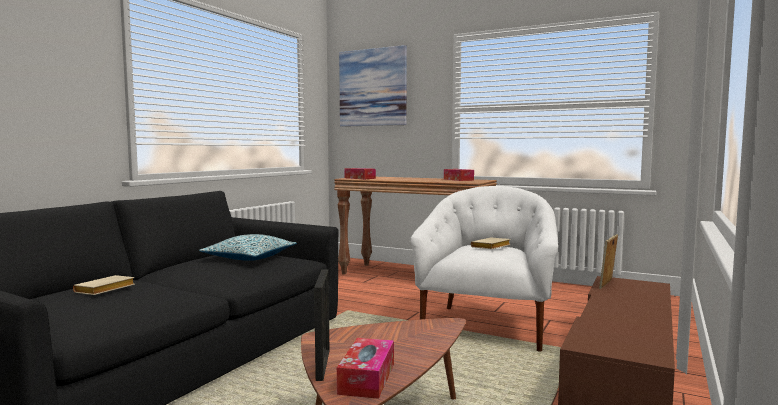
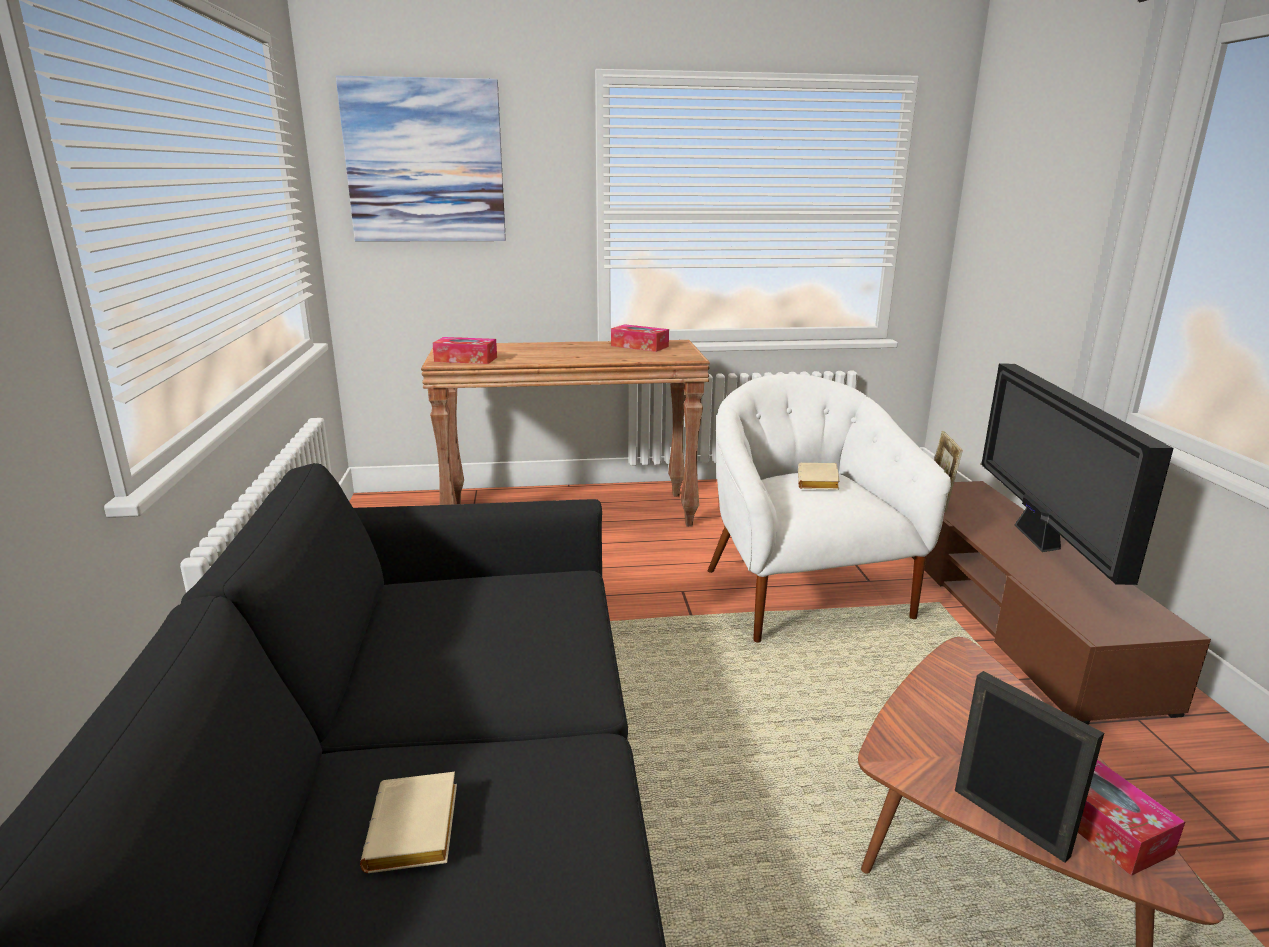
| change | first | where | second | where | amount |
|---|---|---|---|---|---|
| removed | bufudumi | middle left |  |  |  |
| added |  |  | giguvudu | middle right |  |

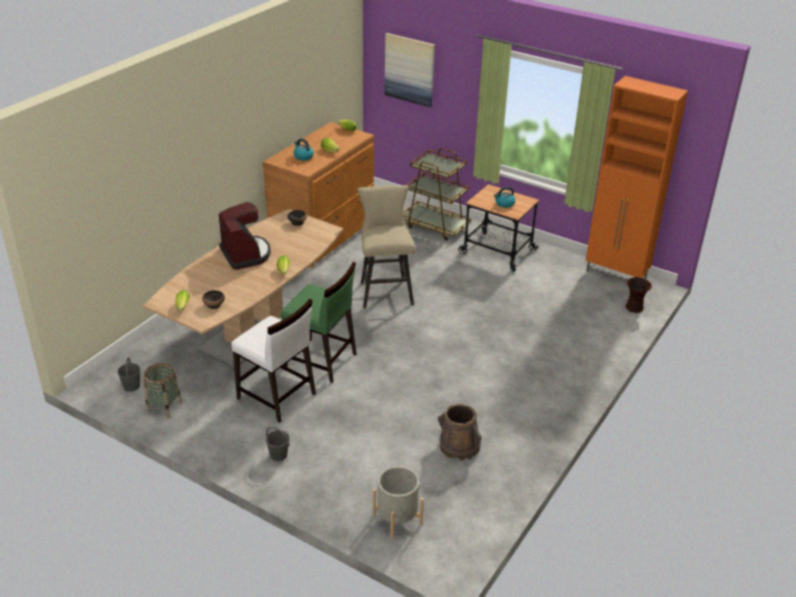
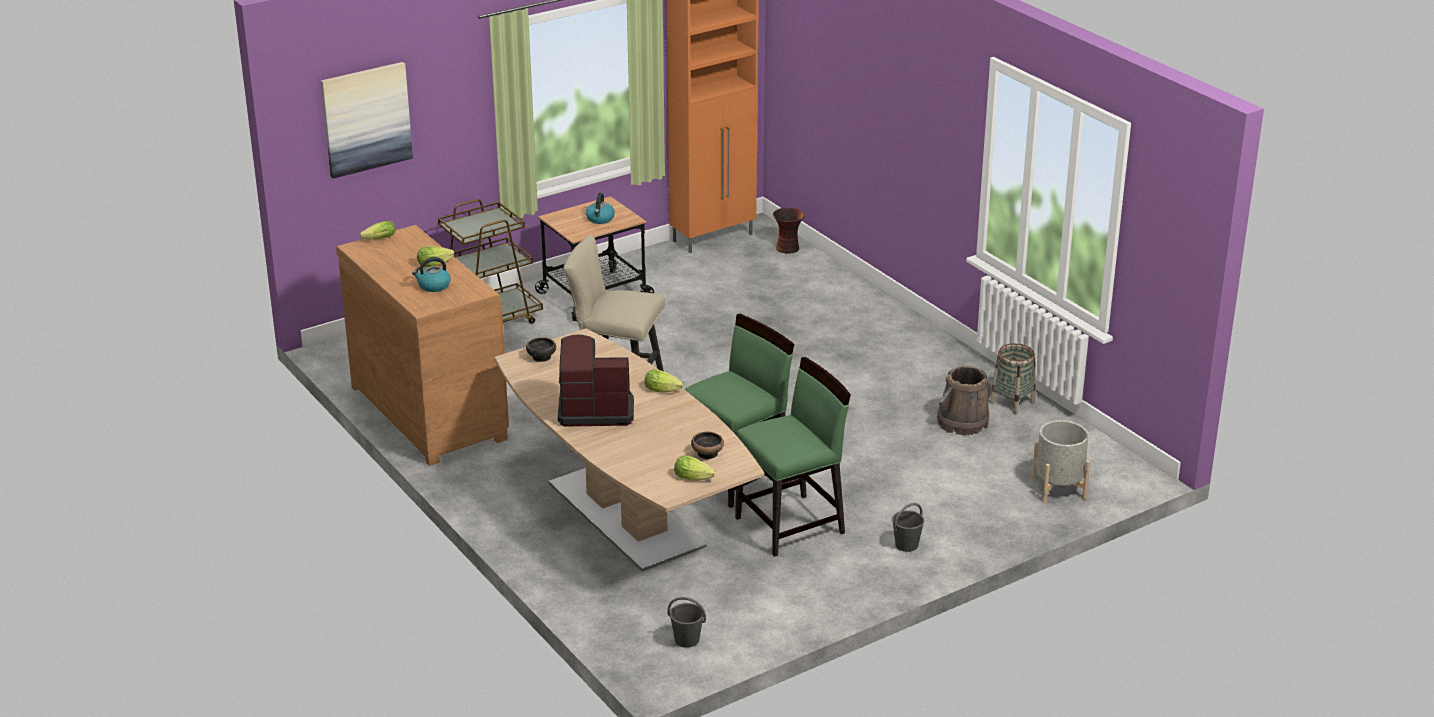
| change | first | where | second | where | amount |
|---|---|---|---|---|---|
| moved | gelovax | middle left |  | middle right |  |
| recoloured | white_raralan | centre | green_raralan (2nd from left) | centre |  |

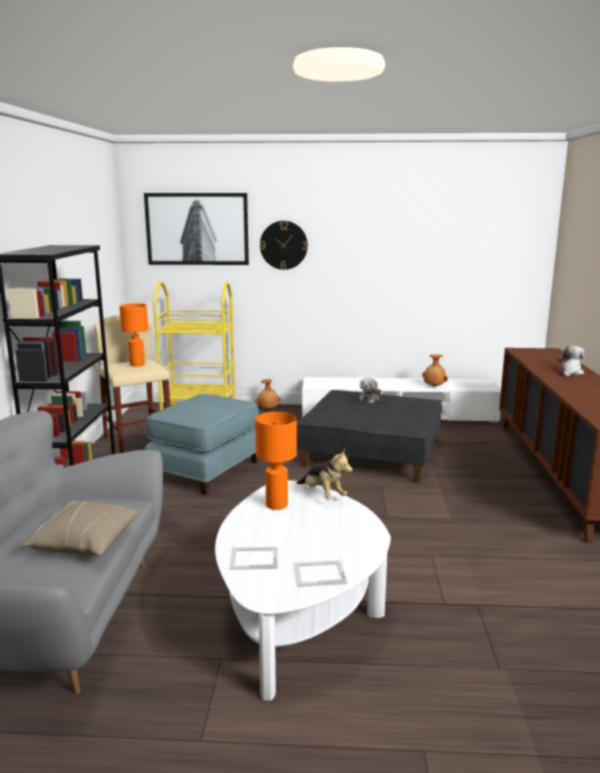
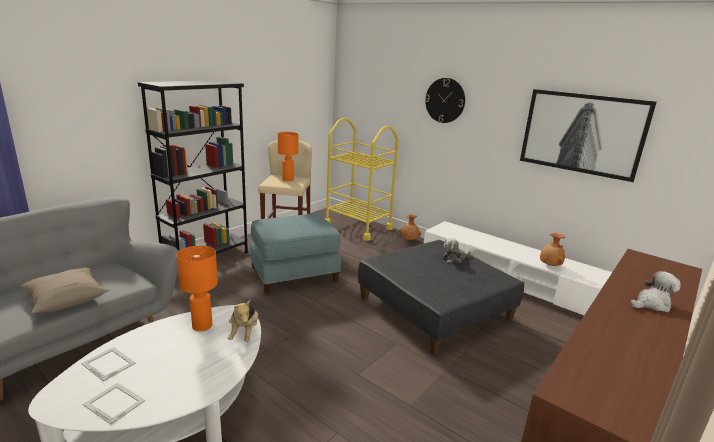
| change | first | where | second | where | amount |
|---|---|---|---|---|---|
| moved | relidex | top left |  | top right |  |

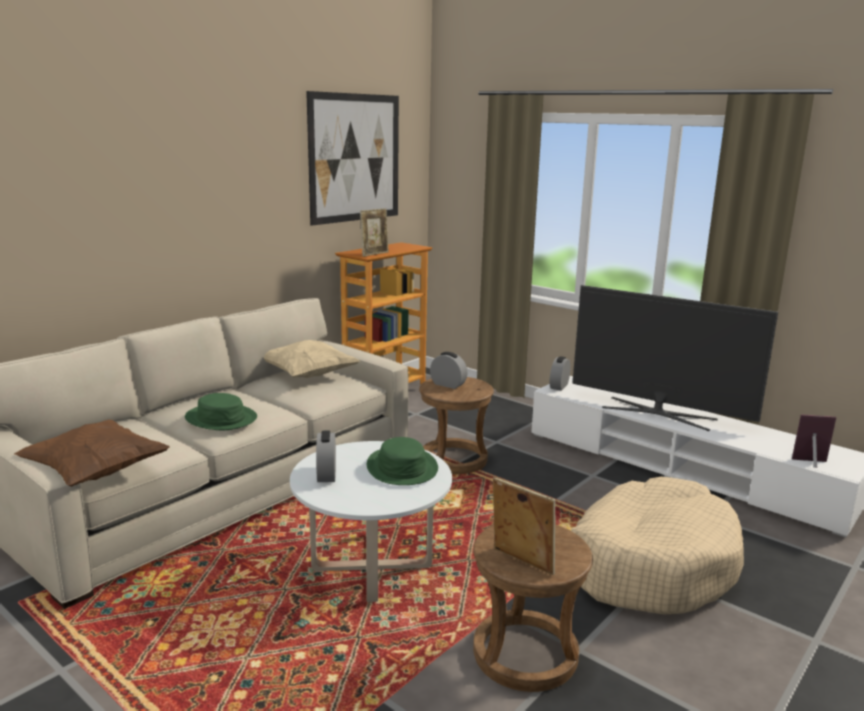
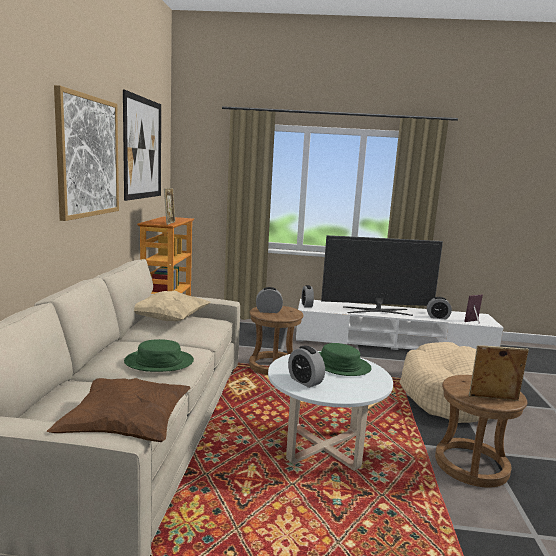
| change | first | where | second | where | amount |
|---|---|---|---|---|---|
| added |  |  | relidex (1st from left) | top left |  |
| added |  |  | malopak (4th from left) | middle right |  |

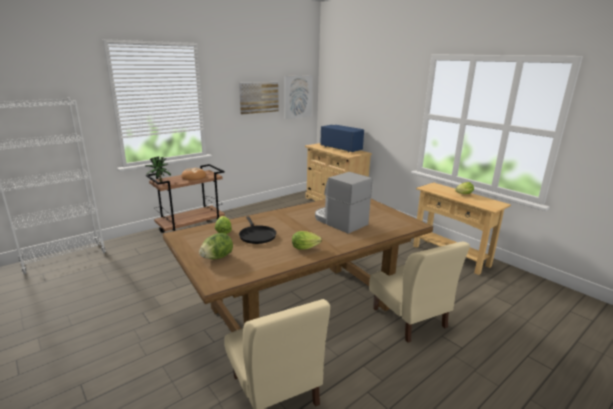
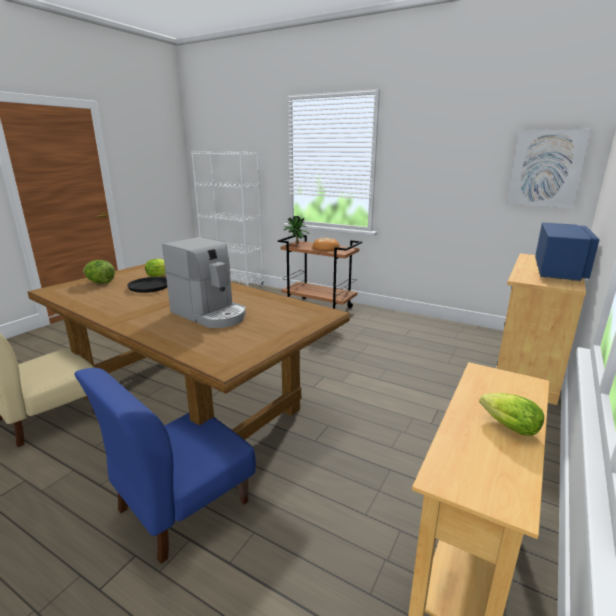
| change | first | where | second | where | amount |
|---|---|---|---|---|---|
| removed | relidex (1st from left) | top centre |  |  |  |
| removed | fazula (3rd from left) | centre |  |  |  |
| recoloured | beige_raralan (2nd from left) | bottom right | blue_raralan | bottom left |  |
| turned | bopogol | centre |  | middle left | 105 degrees clockwise |

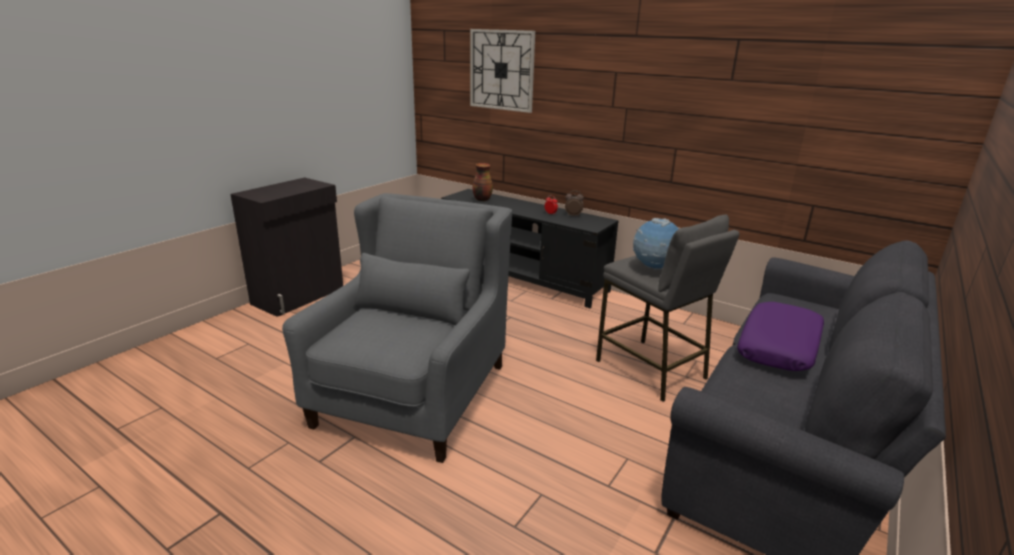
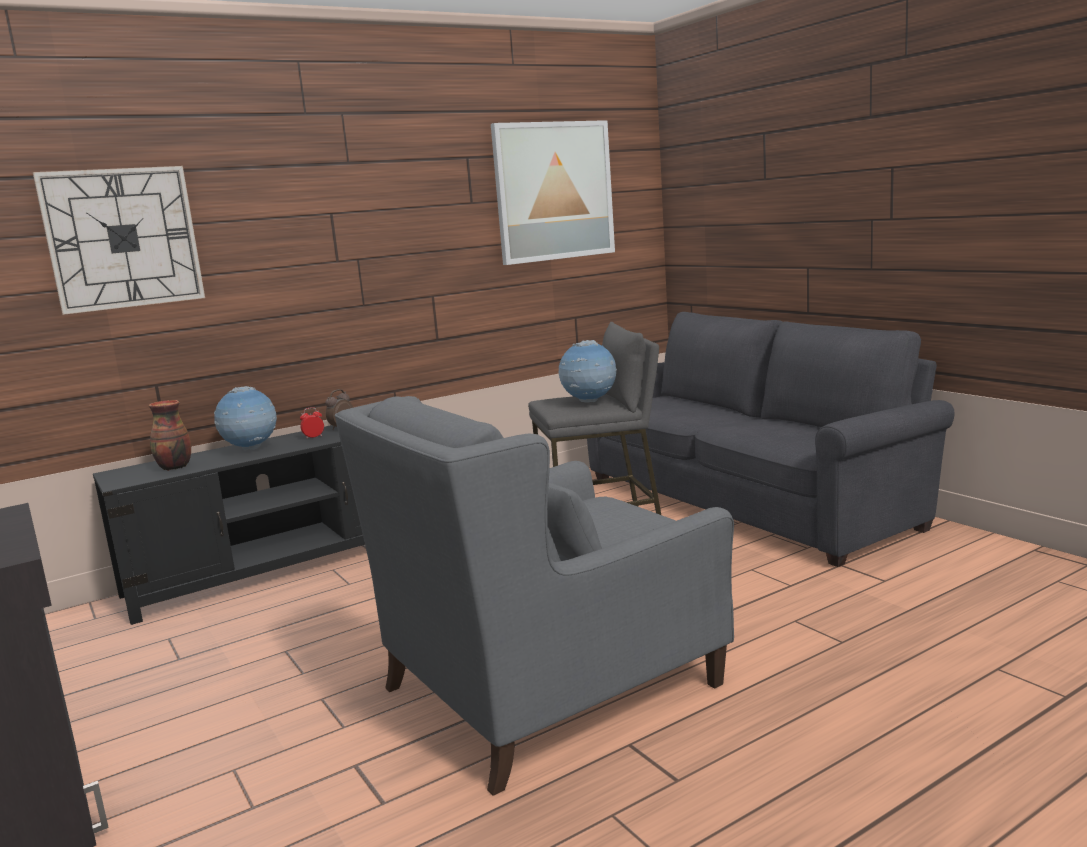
| change | first | where | second | where | amount |
|---|---|---|---|---|---|
| removed | purple_bufudumi | middle right |  |  |  |
| added |  |  | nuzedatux (1st from left) | middle left |  |
| added |  |  | relidex | top centre |  |
| turned | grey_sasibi | centre |  | bottom centre | 75 degrees counterclockwise |

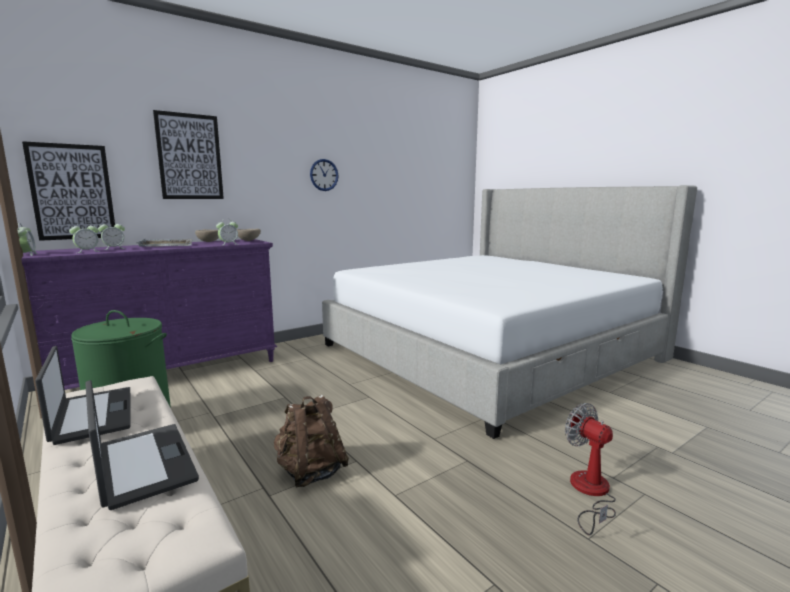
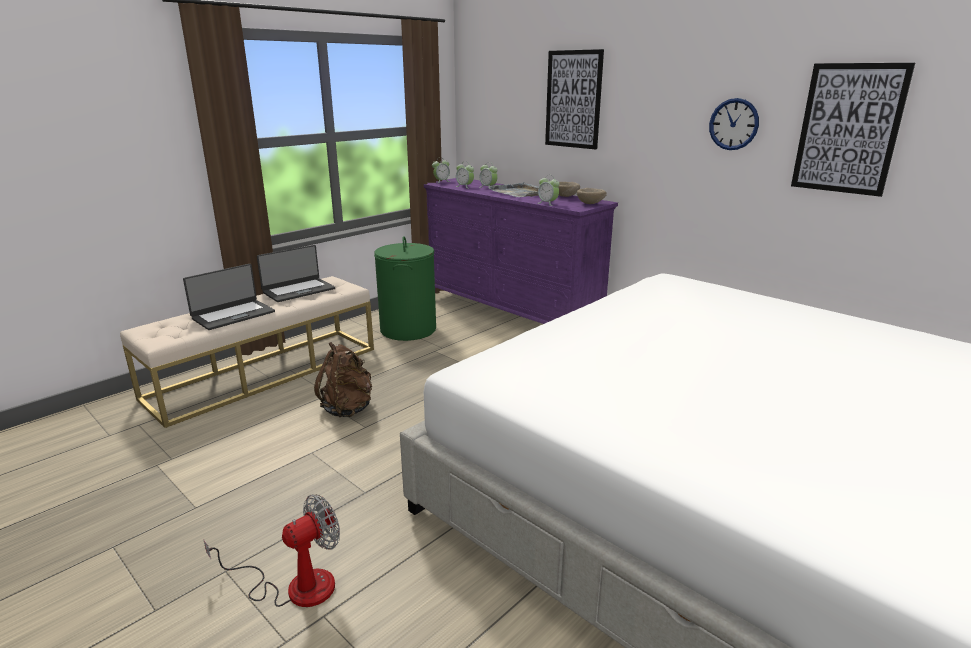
| change | first | where | second | where | amount |
|---|---|---|---|---|---|
| moved | relidex (1st from left in the first image) | top left | relidex (2nd from left) | top right |  |

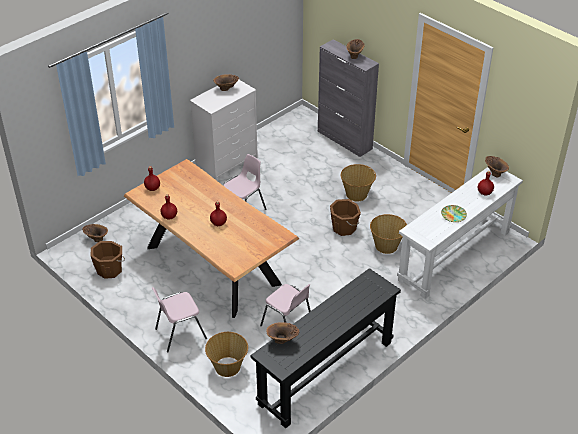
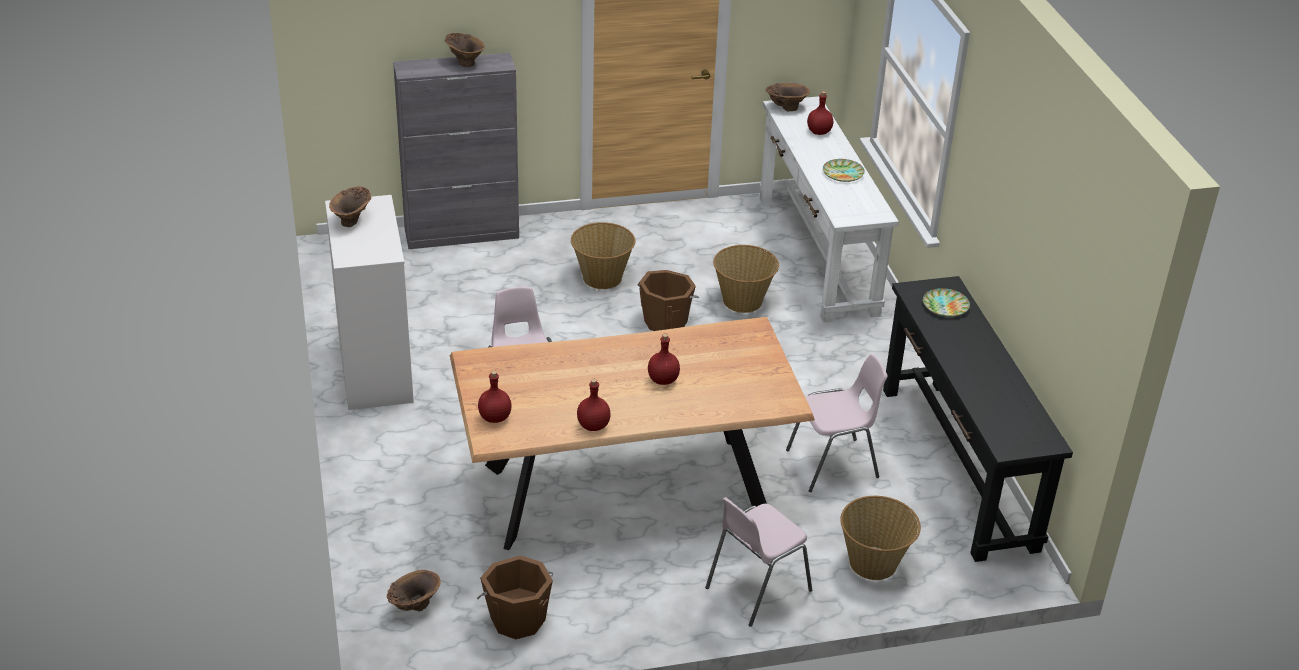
| change | first | where | second | where | amount |
|---|---|---|---|---|---|
| removed | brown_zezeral (3rd from left) | bottom centre |  |  |  |
| added |  |  | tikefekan (2nd from left) | middle right |  |
| turned | pink_raralan (1st from left in the first image) | bottom left | pink_raralan (2nd from left) | bottom centre | 45 degrees clockwise |

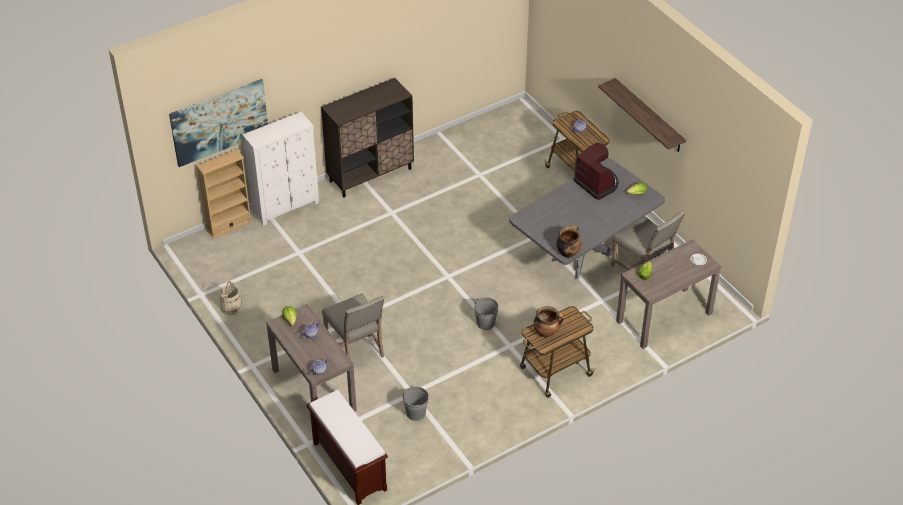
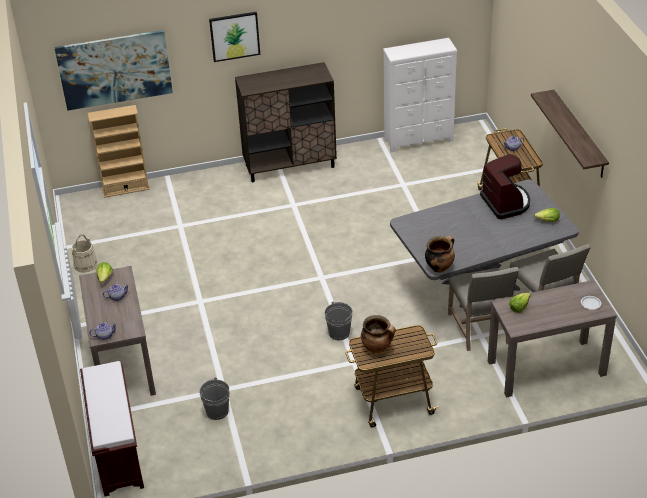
| change | first | where | second | where | amount |
|---|---|---|---|---|---|
| added |  |  | relidex (2nd from left) | top centre |  |
| moved | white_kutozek | middle left |  | top centre |  |
| moved | beige_raralan (1st from left) | centre |  | middle right |  |

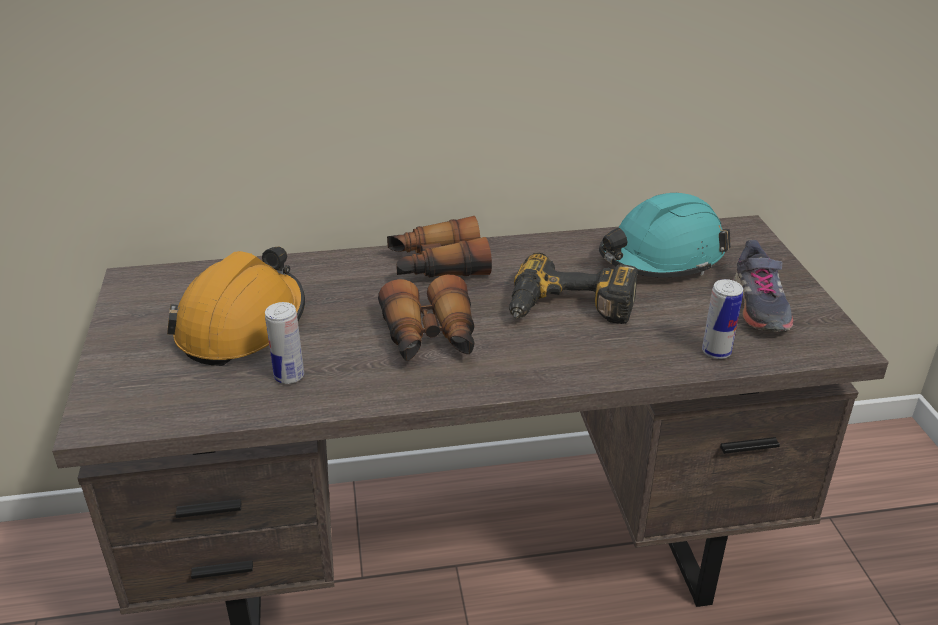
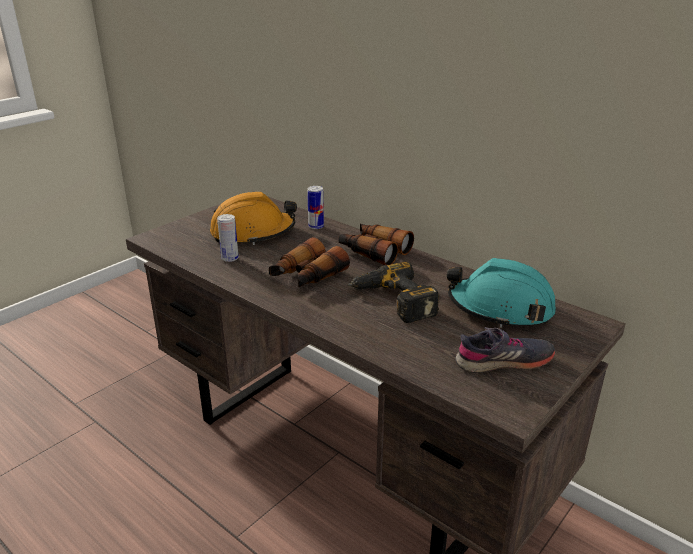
| change | first | where | second | where | amount |
|---|---|---|---|---|---|
| moved | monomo (2nd from left) | middle right |  | centre |  |
| turned | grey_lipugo | middle right |  | middle right | 150 degrees counterclockwise |

